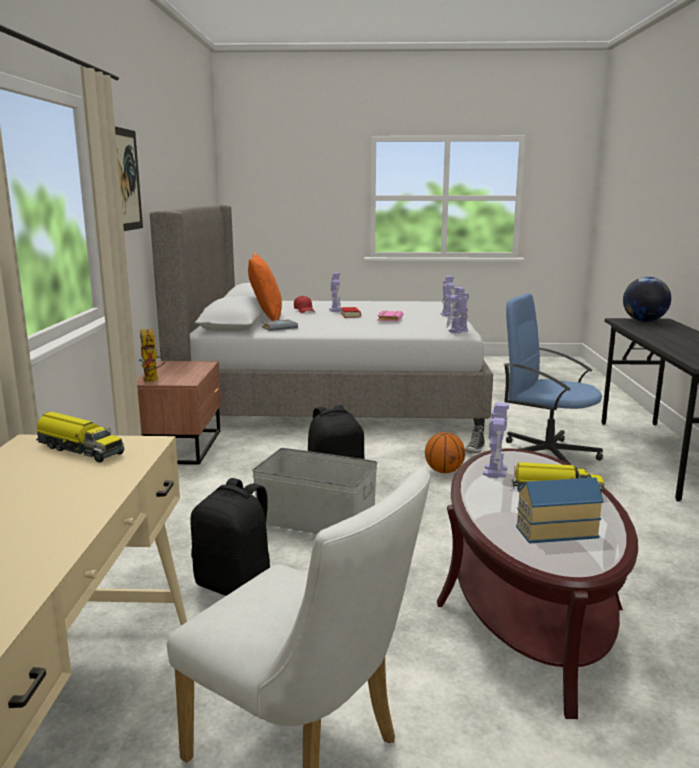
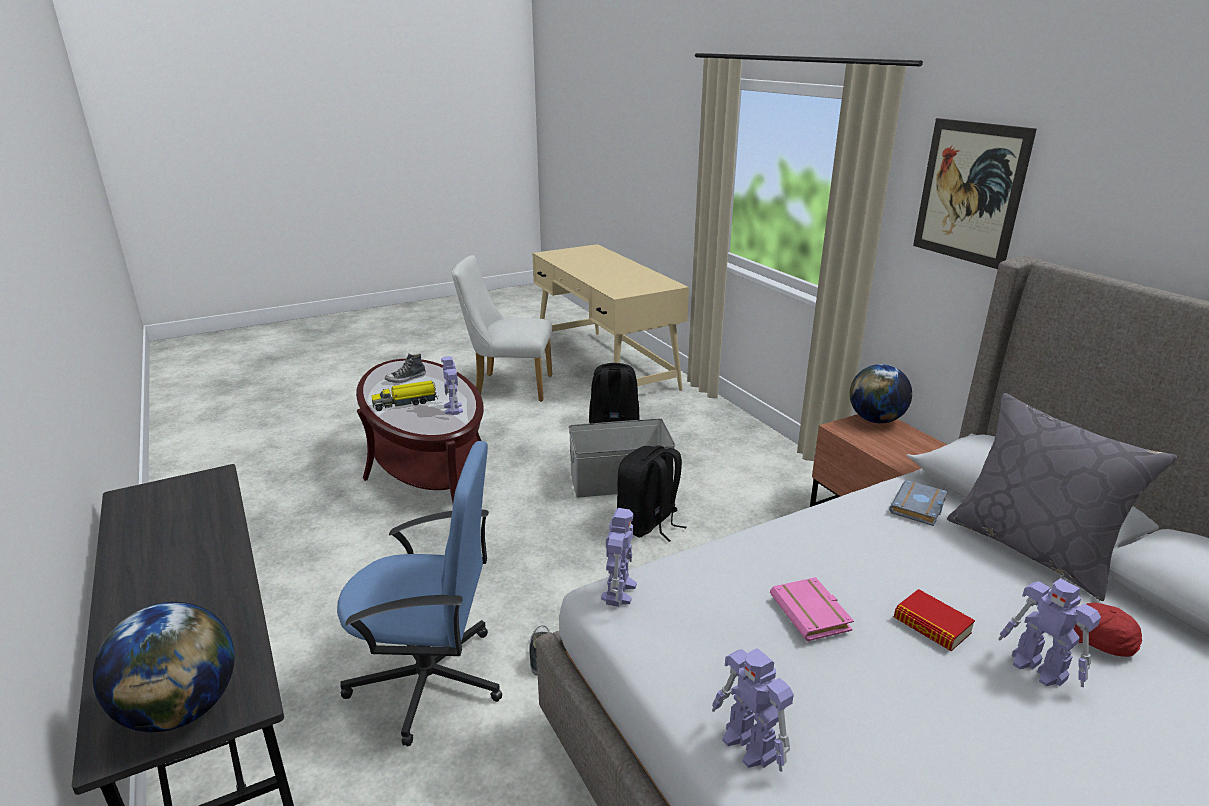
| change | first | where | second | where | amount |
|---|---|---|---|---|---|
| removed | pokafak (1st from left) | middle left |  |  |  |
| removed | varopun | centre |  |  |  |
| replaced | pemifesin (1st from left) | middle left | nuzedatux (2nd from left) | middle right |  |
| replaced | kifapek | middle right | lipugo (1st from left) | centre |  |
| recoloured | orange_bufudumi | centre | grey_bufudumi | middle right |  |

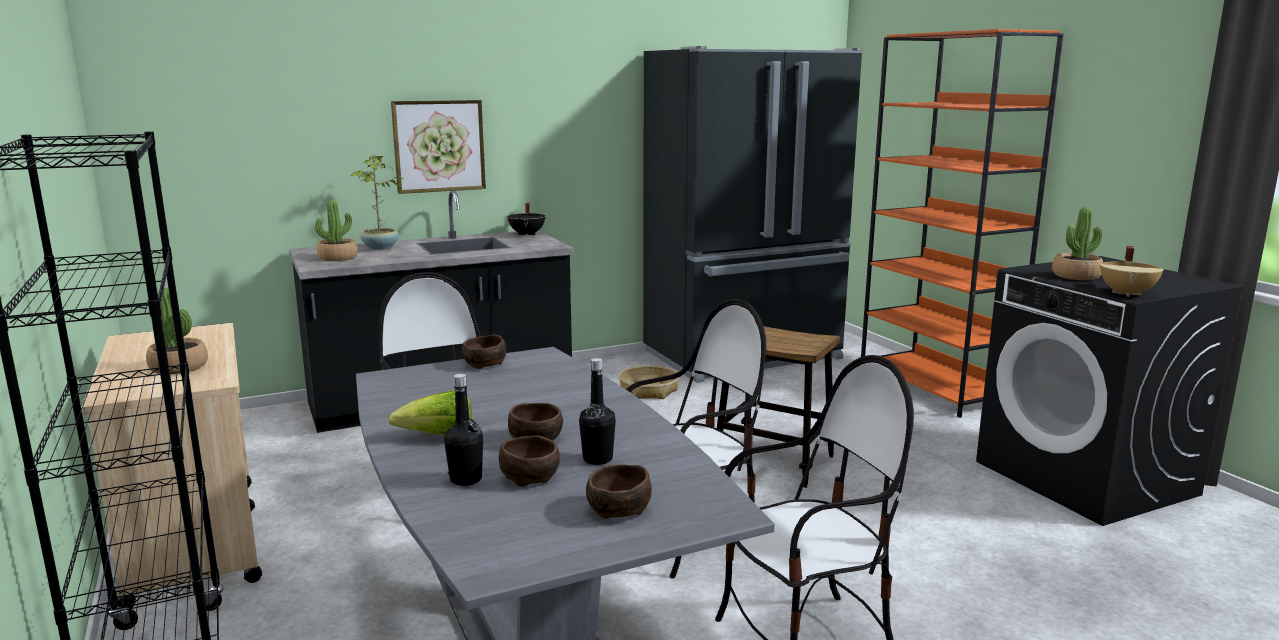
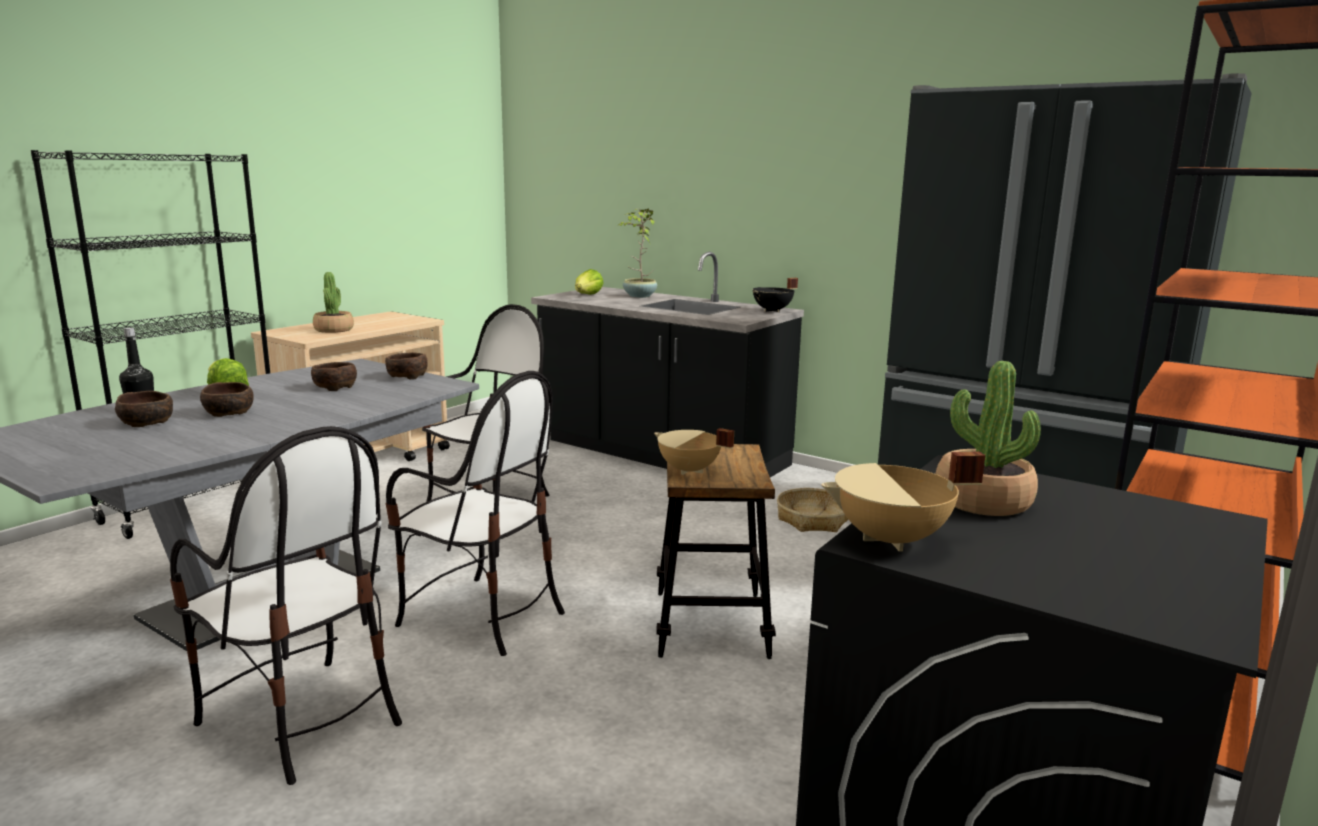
| change | first | where | second | where | amount |
|---|---|---|---|---|---|
| removed | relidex | top centre |  |  |  |
| removed | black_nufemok (2nd from left) | centre |  |  |  |
| added |  |  | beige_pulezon (1st from left) | centre |  |
| moved | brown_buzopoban (4th from left in the first image) | bottom centre | brown_buzopoban (3rd from left) | middle left |  |
| replaced | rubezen (2nd from left) | middle left | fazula (2nd from left) | centre |  |

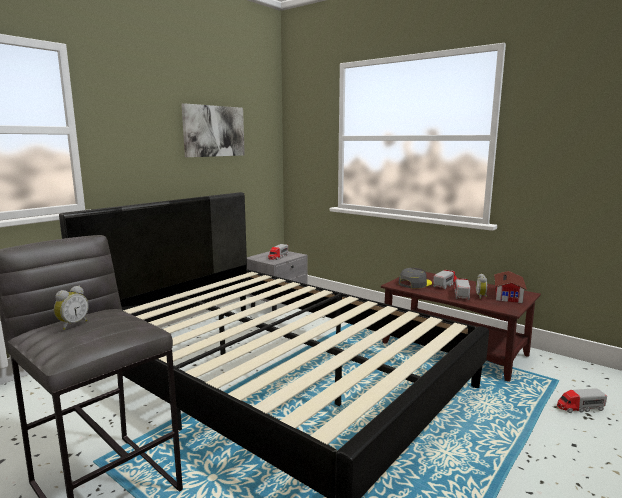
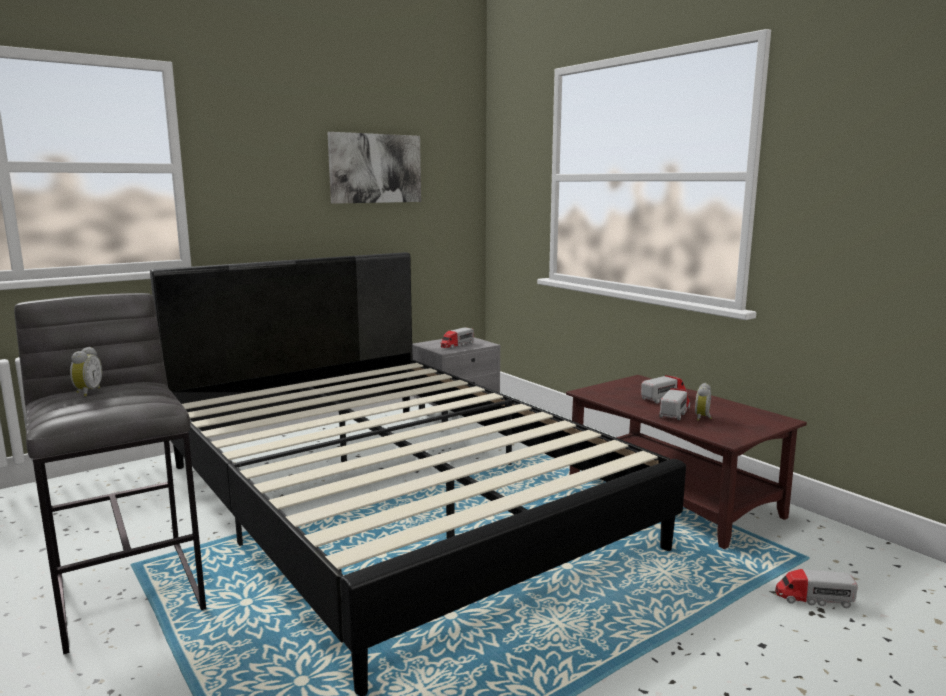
| change | first | where | second | where | amount |
|---|---|---|---|---|---|
| removed | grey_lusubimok | middle right |  |  |  |
| removed | kifapek | middle right |  |  |  |
| turned | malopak (1st from left) | middle left |  | middle left | 45 degrees counterclockwise |

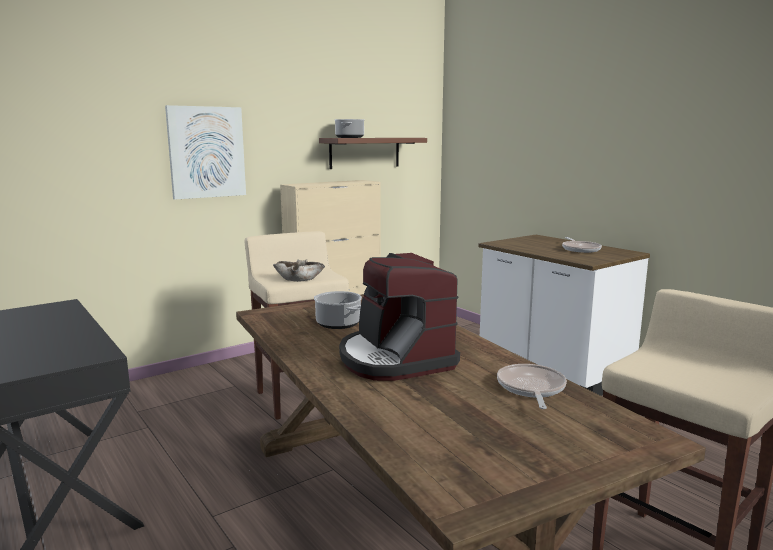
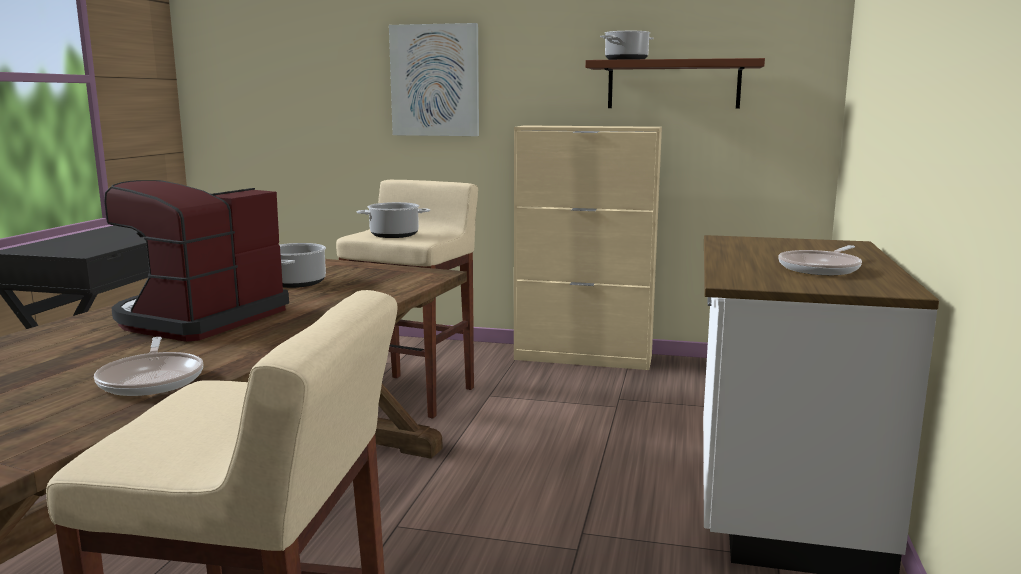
| change | first | where | second | where | amount |
|---|---|---|---|---|---|
| replaced | beige_buzopoban | centre | pulezon (2nd from left) | centre |  |
| turned | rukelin (1st from left) | bottom right |  | middle left | 105 degrees clockwise |

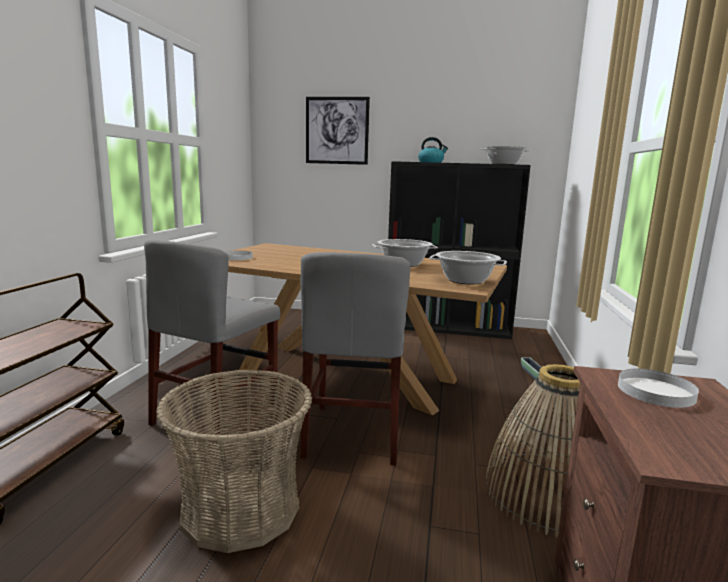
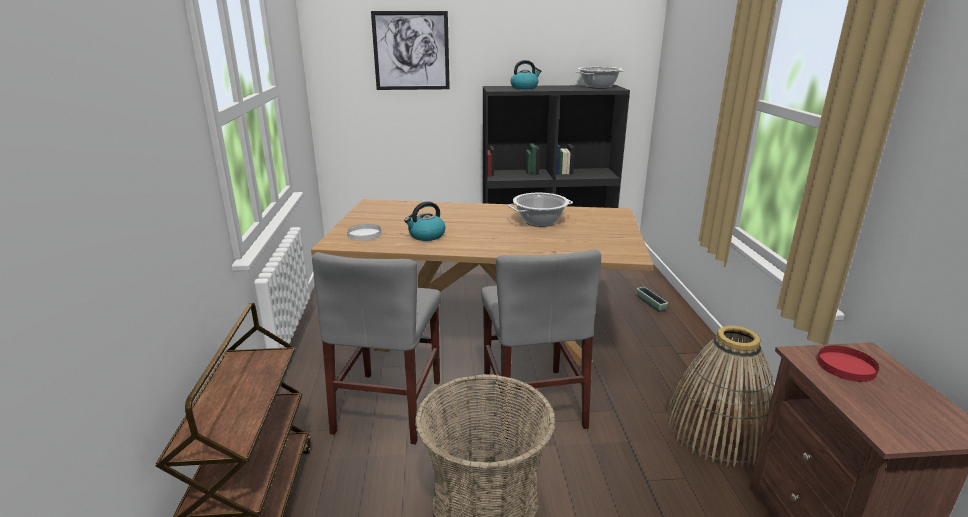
| change | first | where | second | where | amount |
|---|---|---|---|---|---|
| removed | pulezon (2nd from left) | centre |  |  |  |
| added |  |  | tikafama (1st from left) | centre |  |
| recoloured | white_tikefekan (2nd from left) | bottom right | red_tikefekan | bottom right |  |

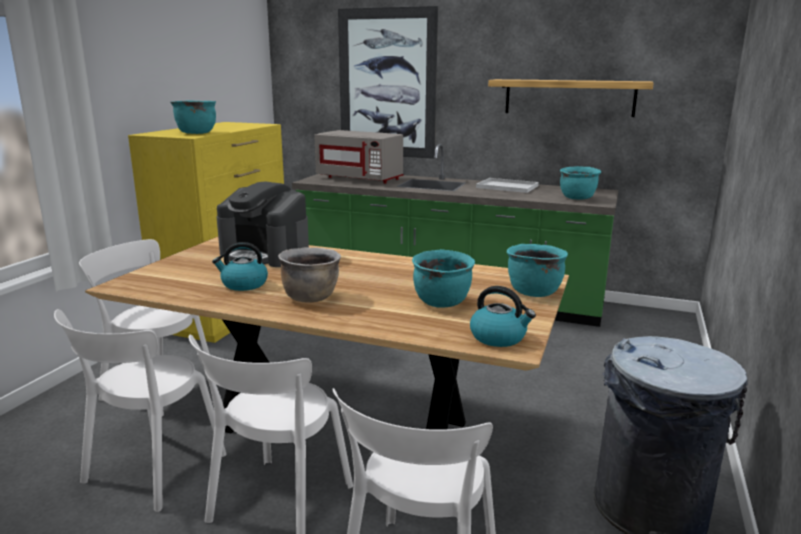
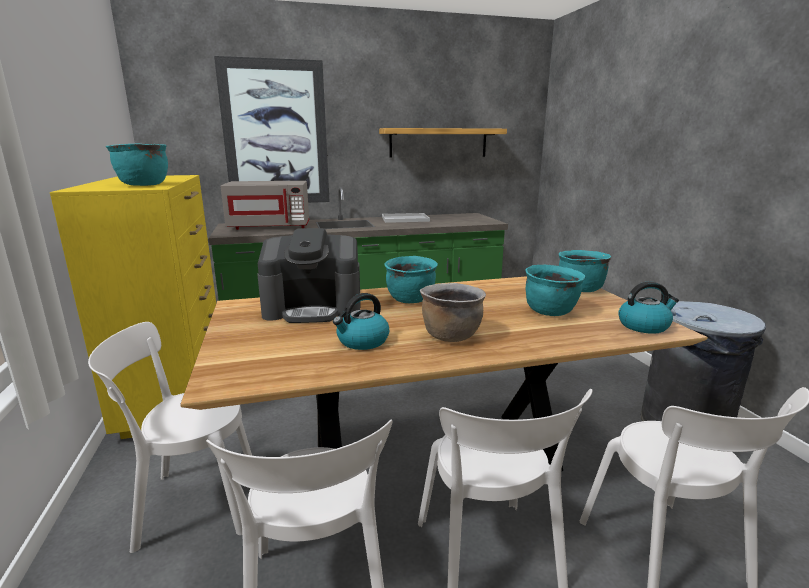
| change | first | where | second | where | amount |
|---|---|---|---|---|---|
| moved | turquoise_pulezon (4th from left in the first image) | middle right | turquoise_pulezon (2nd from left) | centre |  |

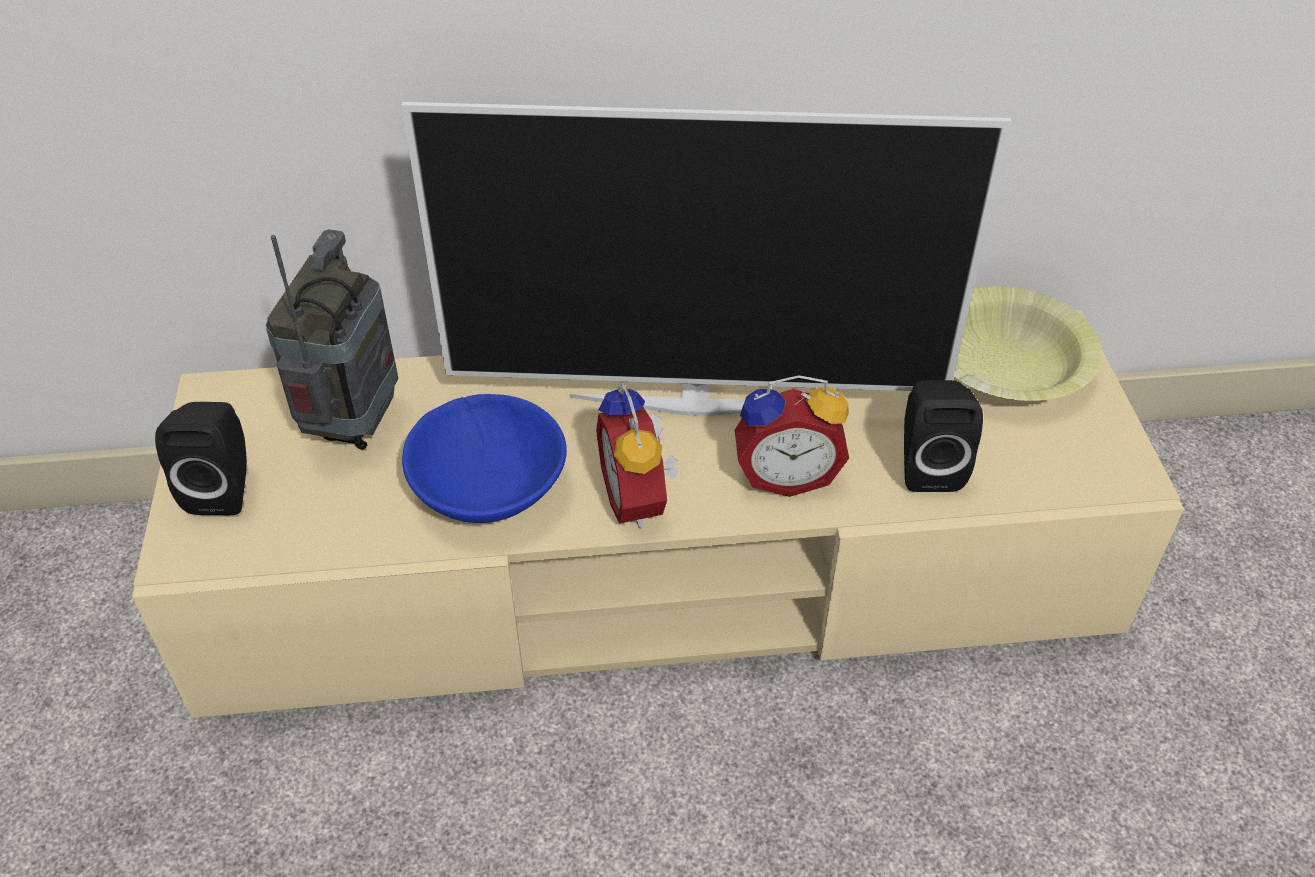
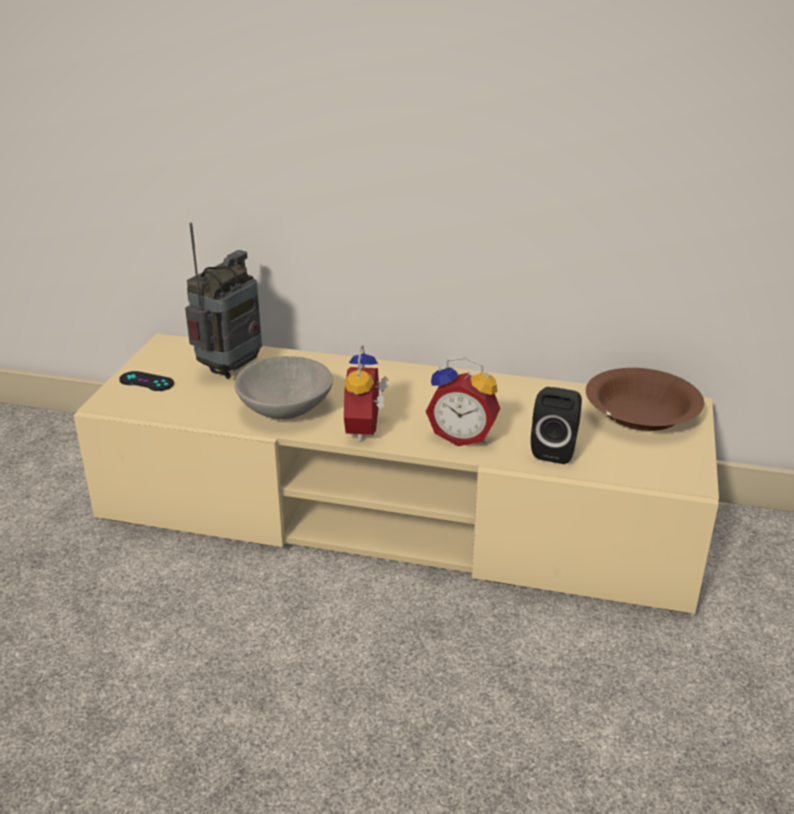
| change | first | where | second | where | amount |
|---|---|---|---|---|---|
| removed | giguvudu | top centre |  |  |  |
| replaced | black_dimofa (1st from left) | middle left | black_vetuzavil | middle left |  |
| recoloured | blue_buzopoban | centre | grey_buzopoban | centre |  |
| recoloured | yellow_buzopoban | middle right | brown_buzopoban | middle right |  |

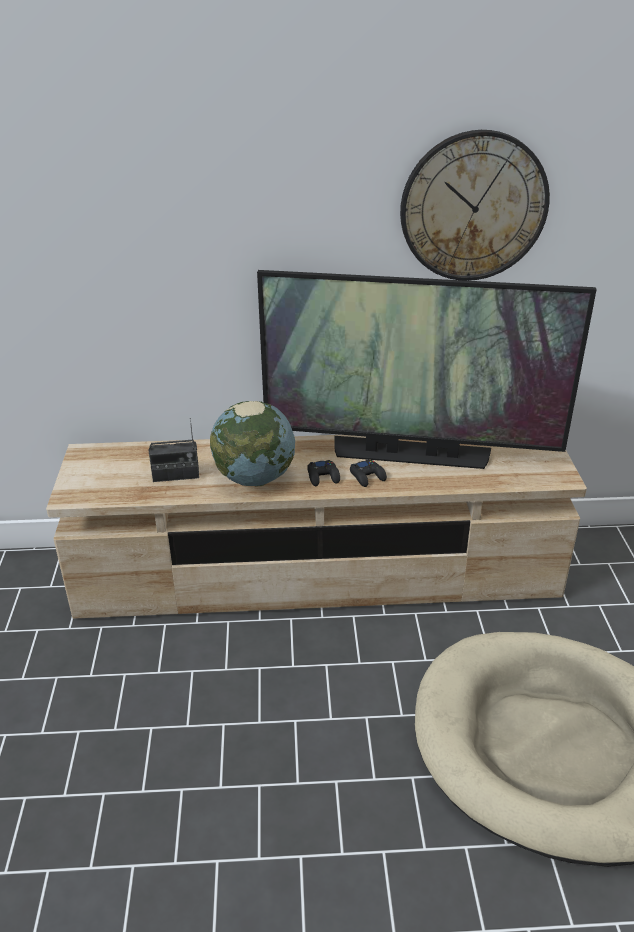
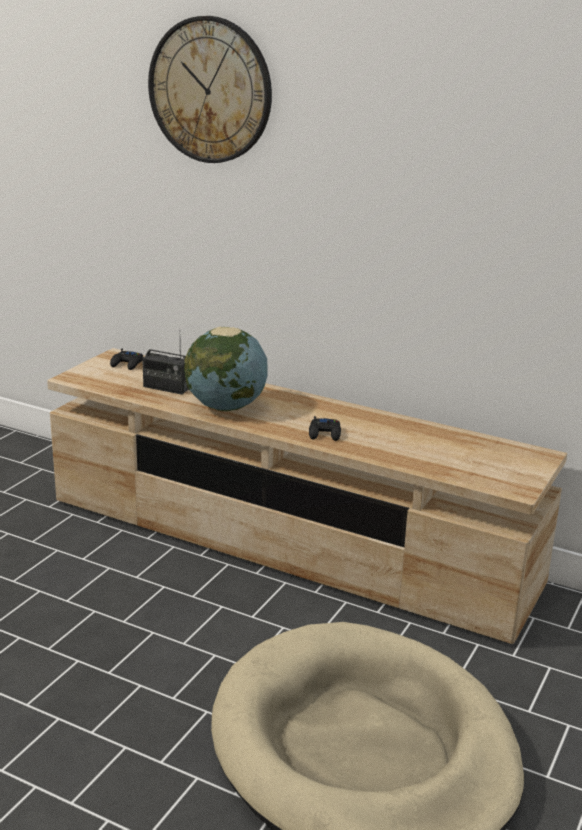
| change | first | where | second | where | amount |
|---|---|---|---|---|---|
| removed | giguvudu | middle right |  |  |  |
| moved | black_vetuzavil (1st from left) | centre |  | middle left |  |
| moved | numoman | top right |  | top centre |  |

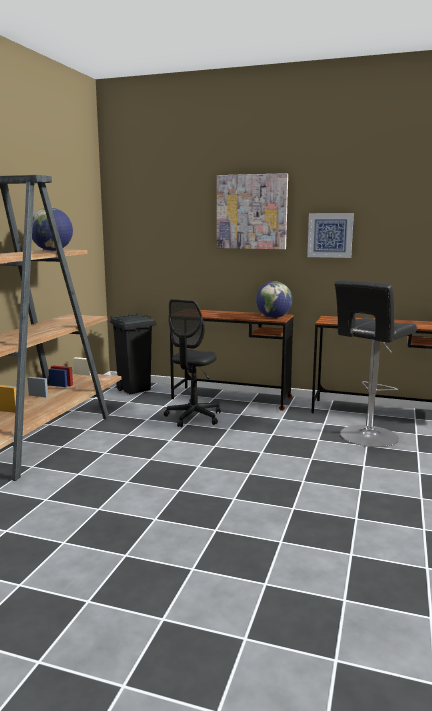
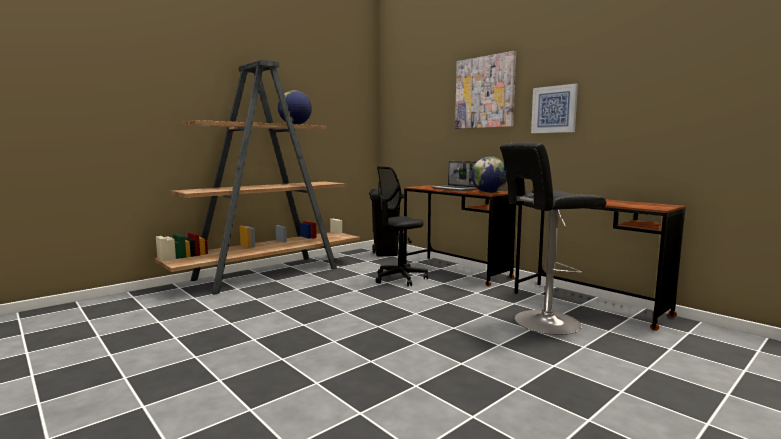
| change | first | where | second | where | amount |
|---|---|---|---|---|---|
| added |  |  | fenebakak | centre |  |

